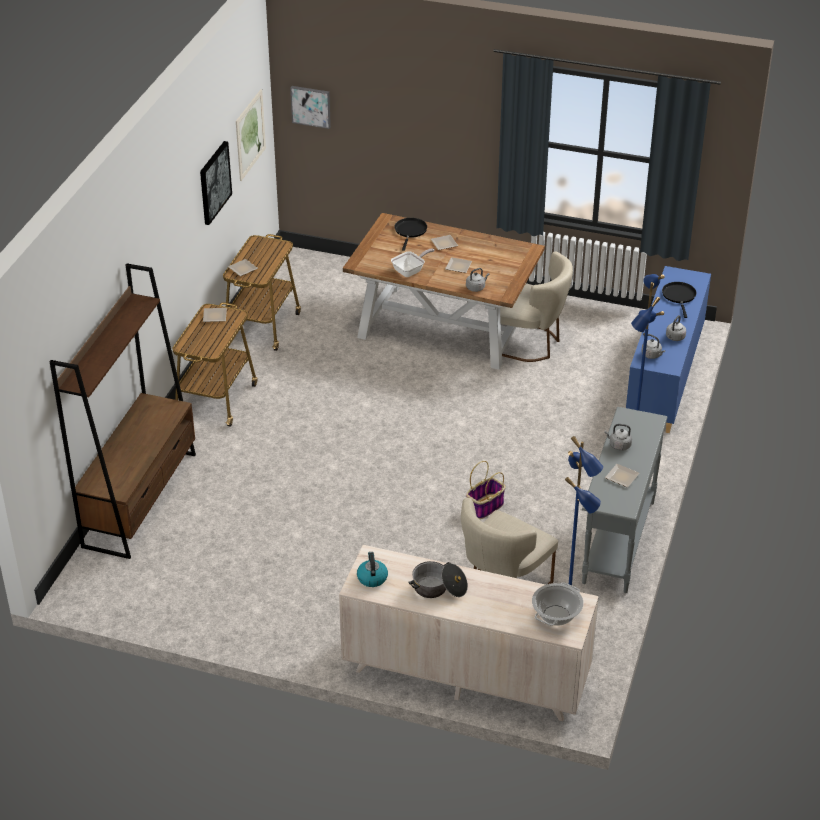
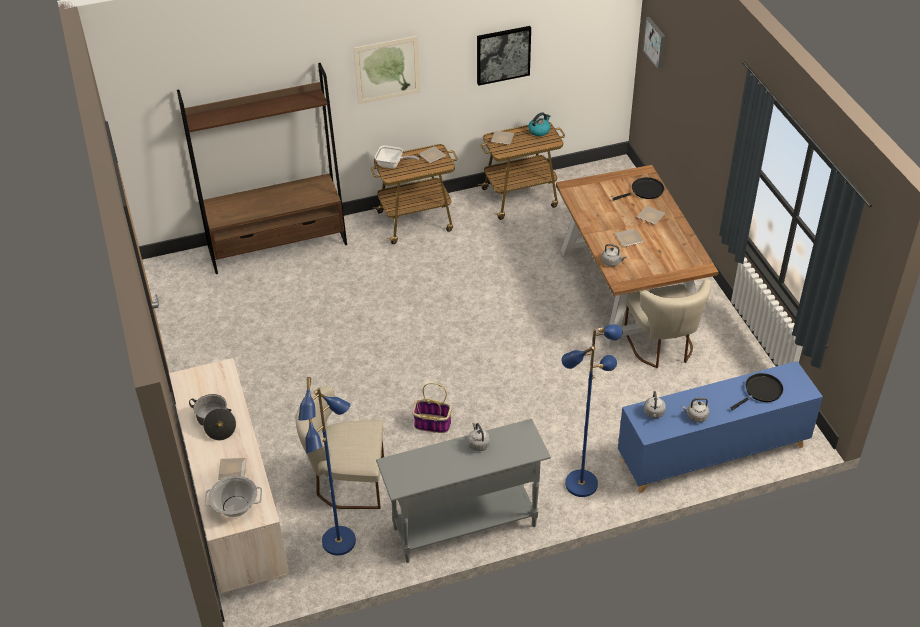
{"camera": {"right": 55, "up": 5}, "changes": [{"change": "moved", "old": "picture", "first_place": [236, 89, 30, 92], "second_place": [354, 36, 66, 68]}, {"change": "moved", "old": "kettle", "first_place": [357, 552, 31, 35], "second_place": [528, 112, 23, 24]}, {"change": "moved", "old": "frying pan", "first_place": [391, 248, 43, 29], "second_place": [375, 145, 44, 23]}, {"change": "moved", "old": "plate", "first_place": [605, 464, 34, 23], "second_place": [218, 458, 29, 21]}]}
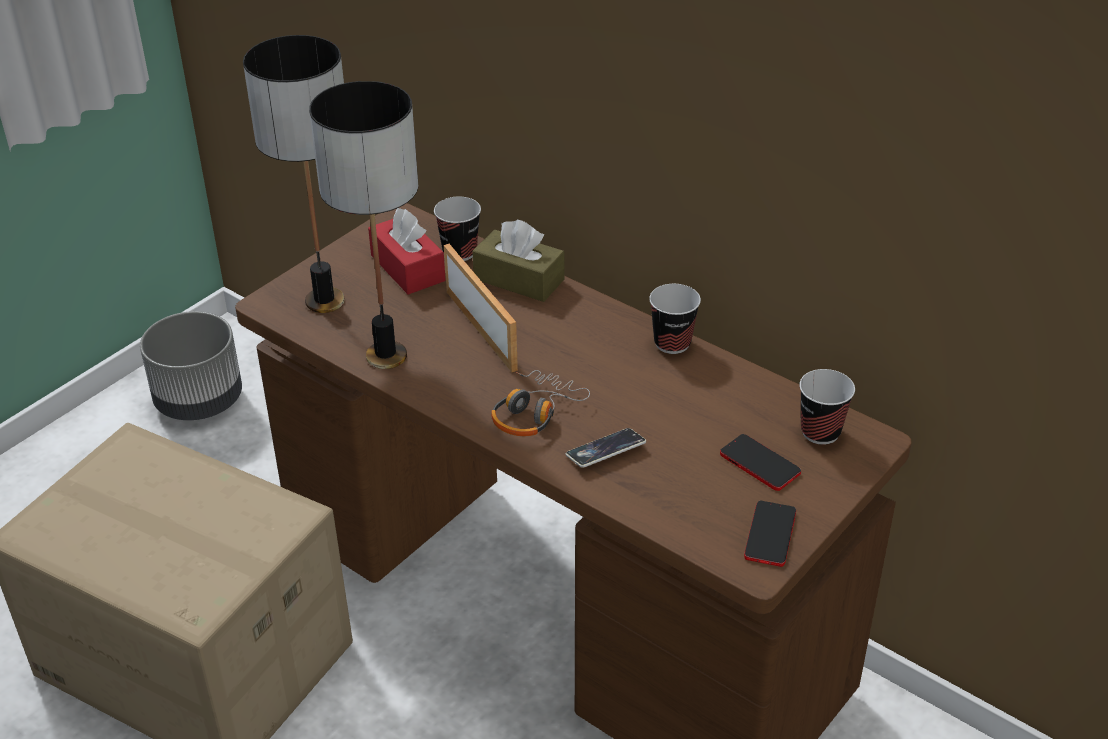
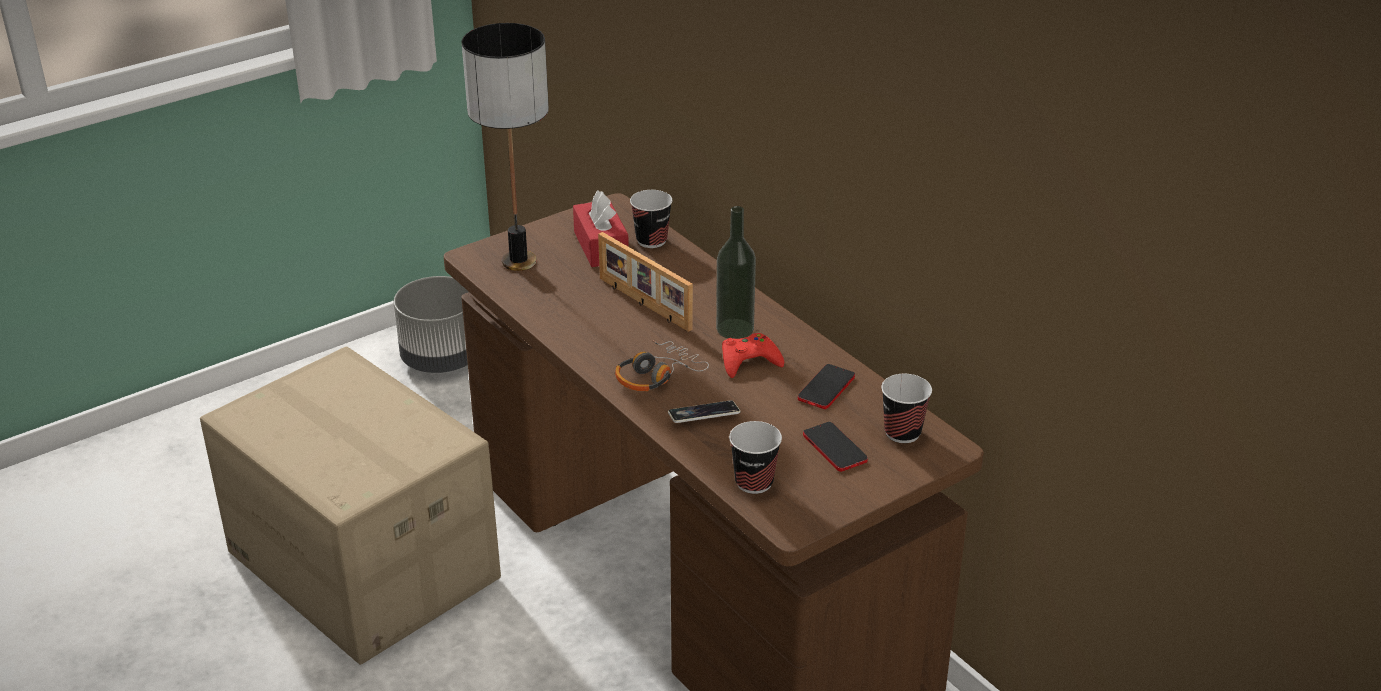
{"camera": {"right": 15, "up": -5}, "changes": [{"change": "removed", "old": "table lamp", "first_place": [309, 81, 109, 288]}, {"change": "removed", "old": "brown tissue box", "first_place": [472, 220, 92, 82]}, {"change": "added", "new": "bottle", "second_place": [716, 206, 40, 133]}, {"change": "added", "new": "red game controller", "second_place": [722, 333, 62, 45]}, {"change": "moved", "old": "cup", "first_place": [649, 284, 52, 70], "second_place": [729, 421, 53, 73]}, {"change": "moved", "old": "phone", "first_place": [744, 500, 52, 67], "second_place": [798, 364, 57, 45]}, {"change": "turned", "old": "picture frame", "first_place": [444, 244, 74, 128], "second_place": [598, 232, 95, 100], "degrees": 150}]}
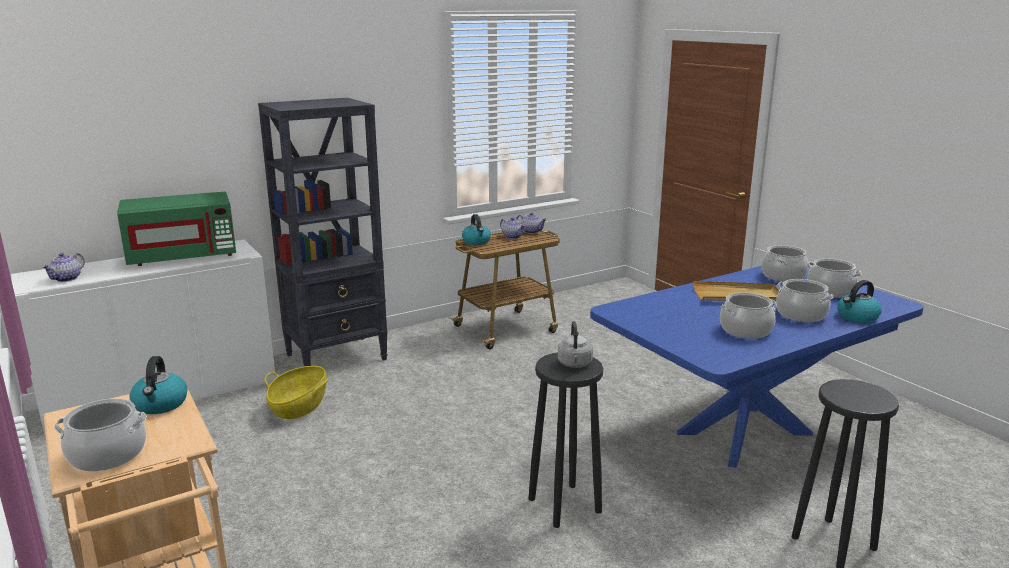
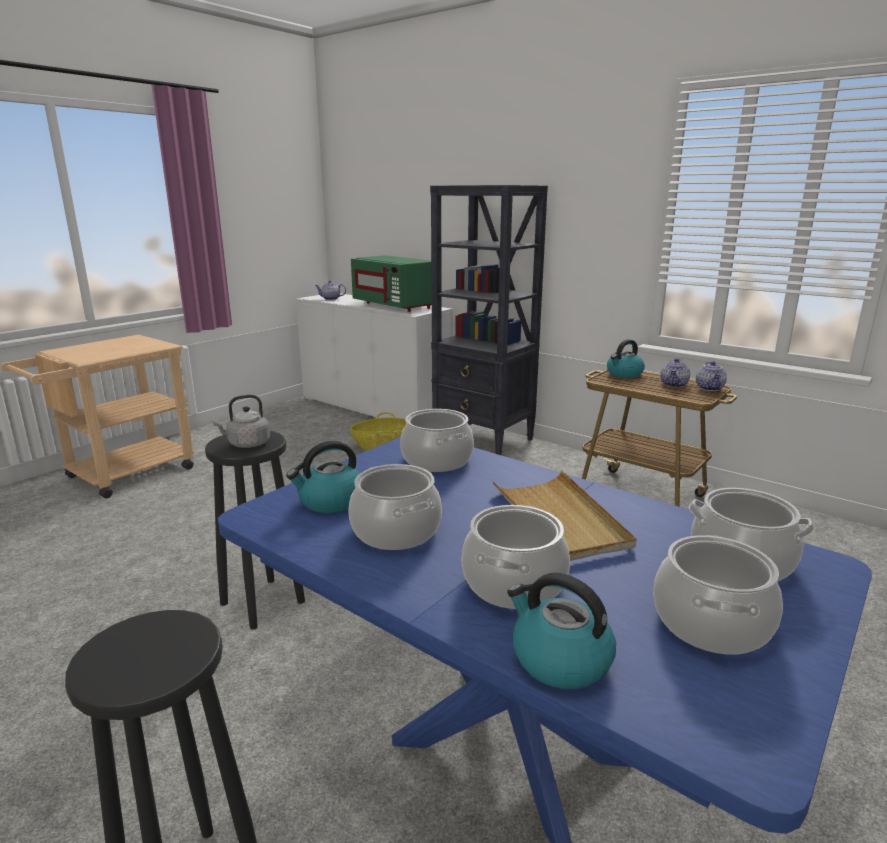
{"camera": {"right": 70, "up": 0}, "changes": [{"change": "moved", "old": "cooking pot", "first_place": [54, 398, 93, 74], "second_place": [400, 409, 74, 63]}, {"change": "moved", "old": "kettle", "first_place": [129, 356, 59, 58], "second_place": [287, 441, 73, 72]}]}
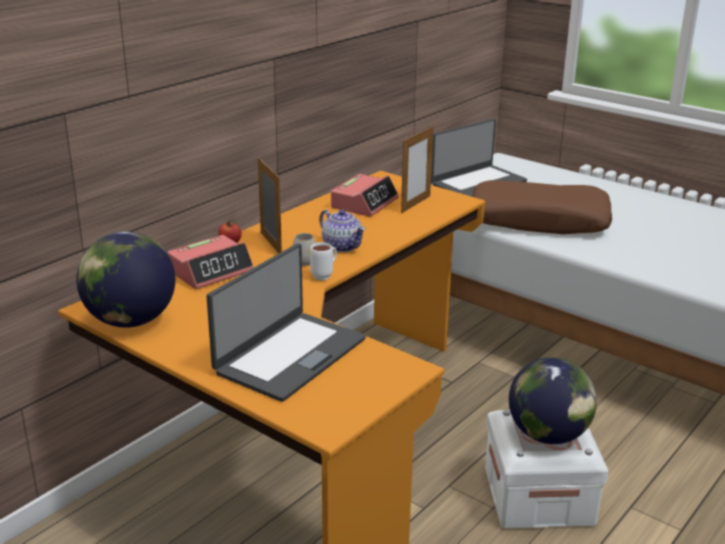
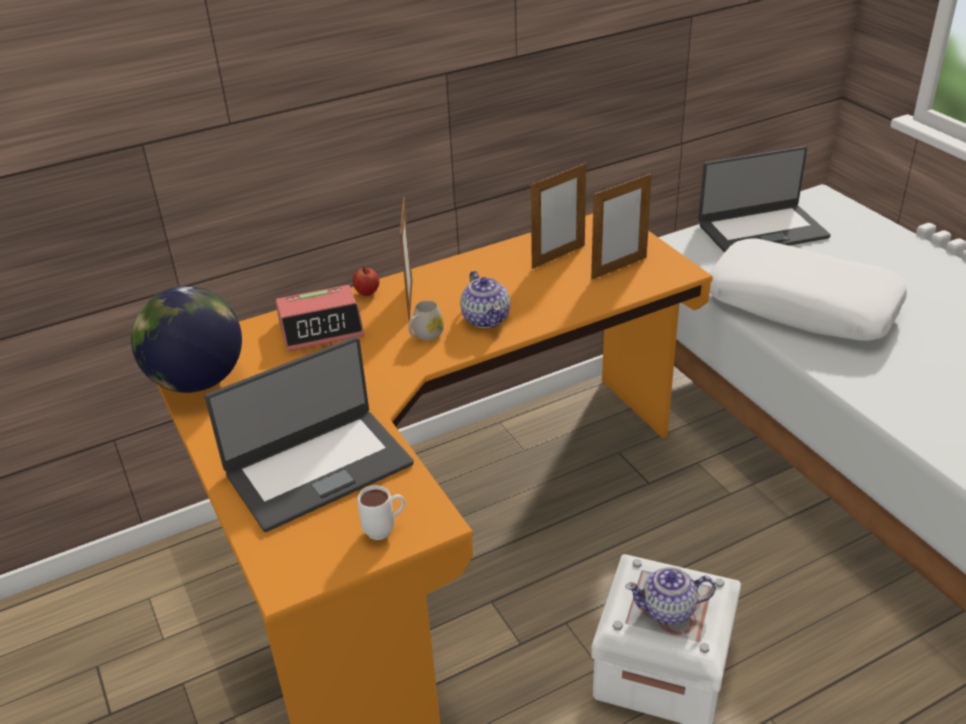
{"camera": {"right": 25, "up": 10}, "changes": [{"change": "moved", "old": "white mug", "first_place": [310, 242, 27, 39], "second_place": [357, 485, 48, 55]}, {"change": "replaced", "old": "alarm clock", "new": "picture frame", "first_place": [331, 174, 68, 43], "second_place": [531, 163, 56, 106]}, {"change": "replaced", "old": "globe", "new": "teapot", "first_place": [509, 357, 88, 87], "second_place": [625, 567, 91, 57]}, {"change": "recoloured", "old": "brown pillow", "new": "white pillow", "first_place": [472, 180, 140, 54], "second_place": [710, 238, 197, 103]}]}
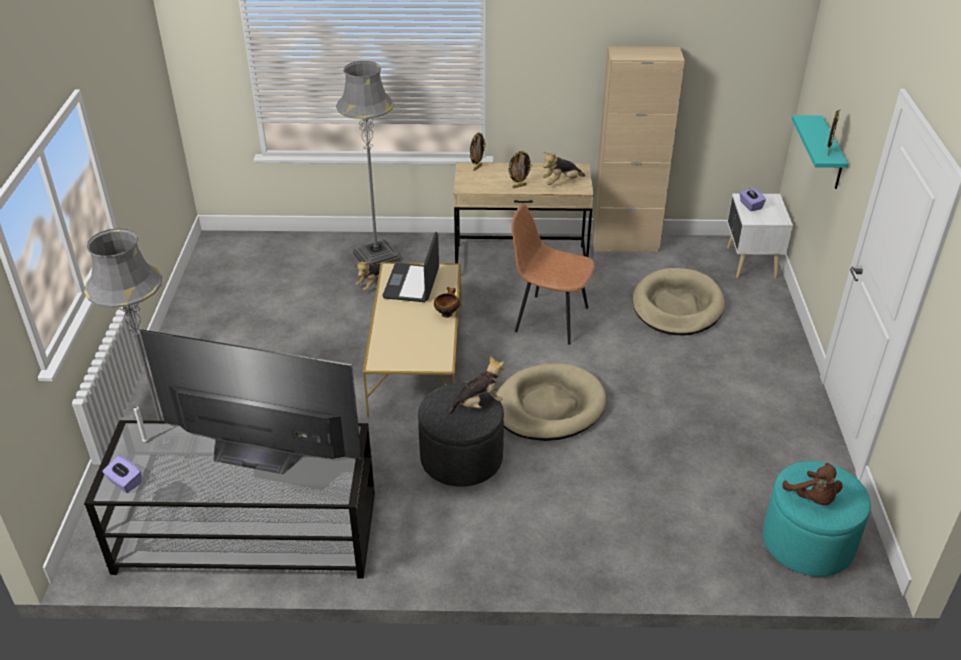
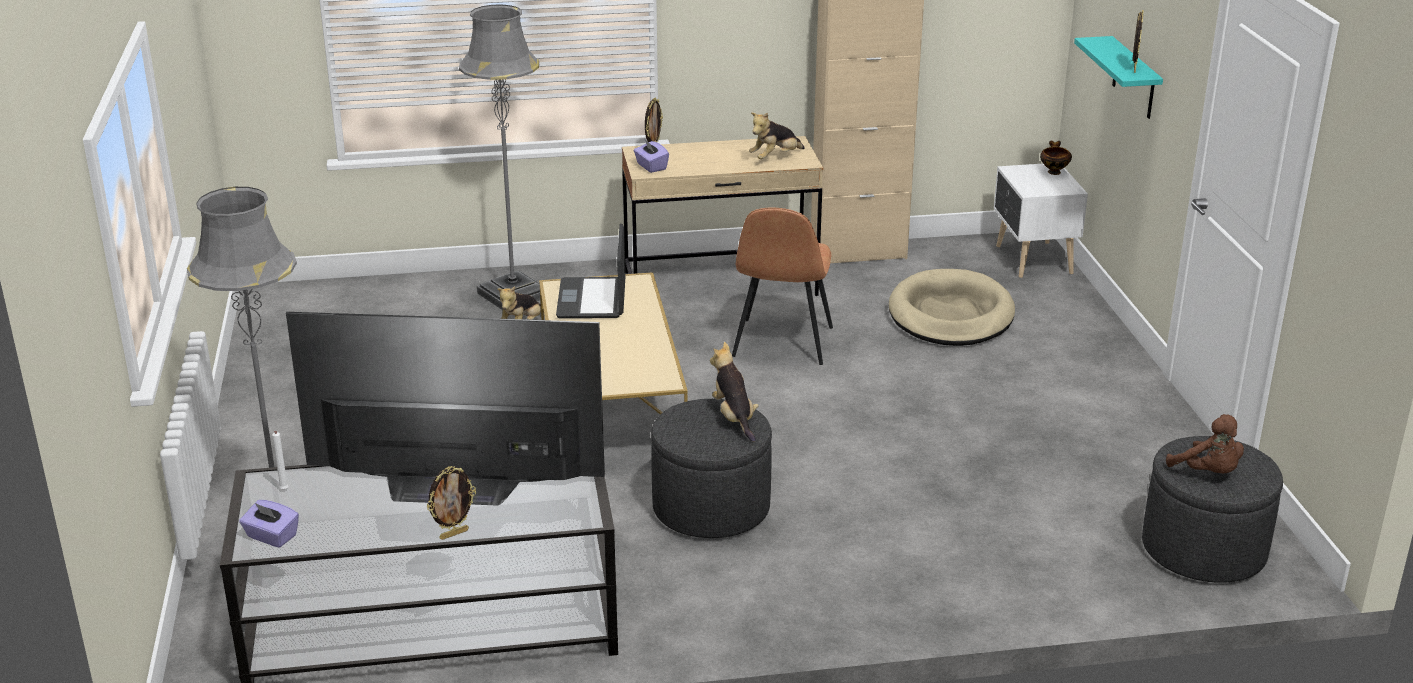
{"camera": {"right": -10, "up": -10}, "changes": [{"change": "removed", "old": "beige dog bed", "first_place": [496, 363, 110, 78]}, {"change": "moved", "old": "bowl", "first_place": [434, 287, 26, 31], "second_place": [1040, 141, 32, 34]}, {"change": "moved", "old": "picture frame", "first_place": [508, 150, 24, 38], "second_place": [426, 466, 50, 74]}, {"change": "moved", "old": "purple tissue box", "first_place": [739, 187, 27, 24], "second_place": [634, 140, 35, 33]}, {"change": "recoloured", "old": "turquoise ottoman", "new": "grey ottoman", "first_place": [763, 461, 108, 115], "second_place": [1142, 436, 141, 147]}, {"change": "turned", "old": "plush toy", "first_place": [447, 356, 57, 59], "second_place": [710, 342, 49, 100], "degrees": -75}, {"change": "turned", "old": "brown chair", "first_place": [511, 203, 84, 142], "second_place": [732, 208, 101, 157], "degrees": -90}]}
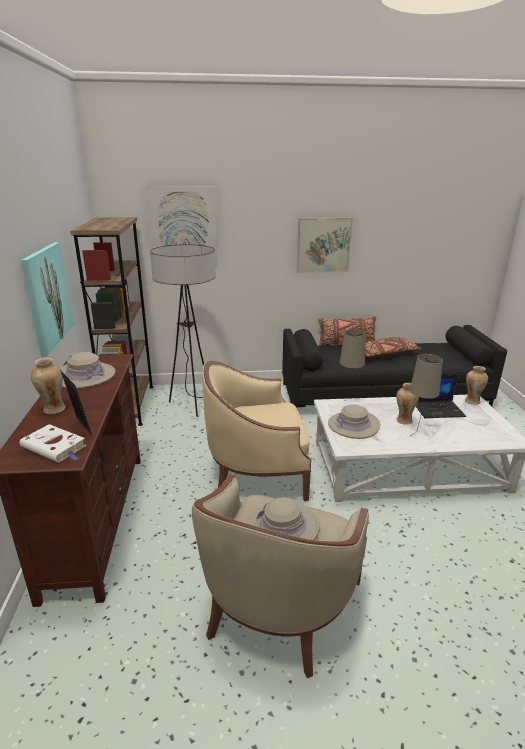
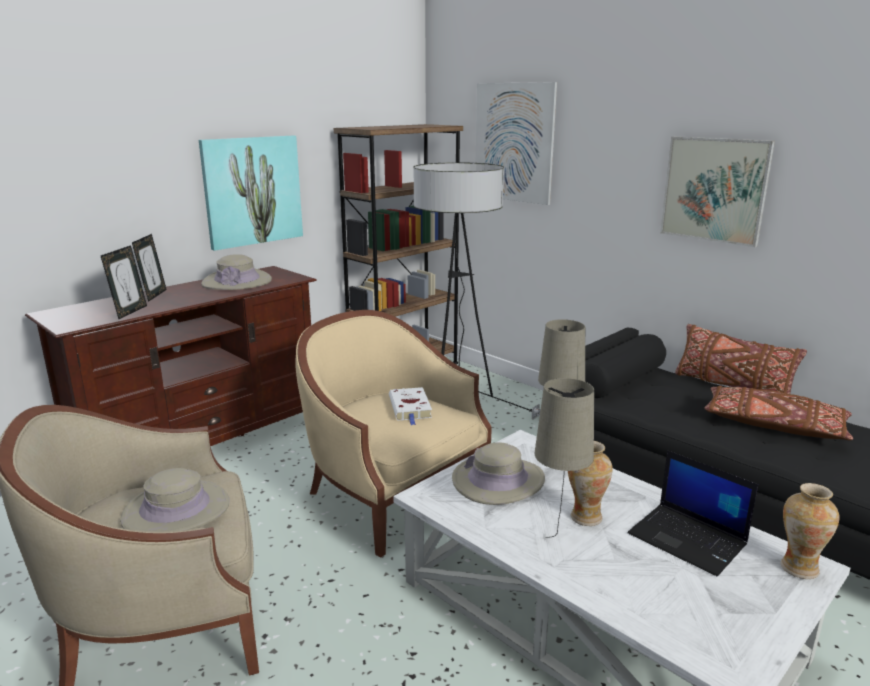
{"camera": {"right": 50, "up": -5}, "changes": [{"change": "moved", "old": "white book", "first_place": [20, 424, 66, 39], "second_place": [389, 387, 43, 38]}, {"change": "replaced", "old": "vase", "new": "picture frame", "first_place": [31, 358, 35, 56], "second_place": [132, 234, 35, 68]}]}
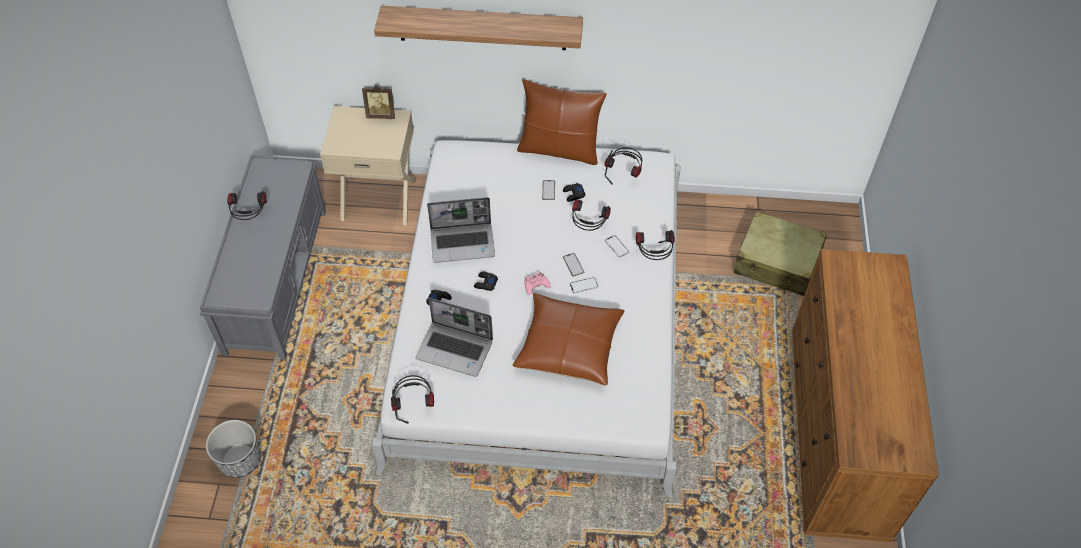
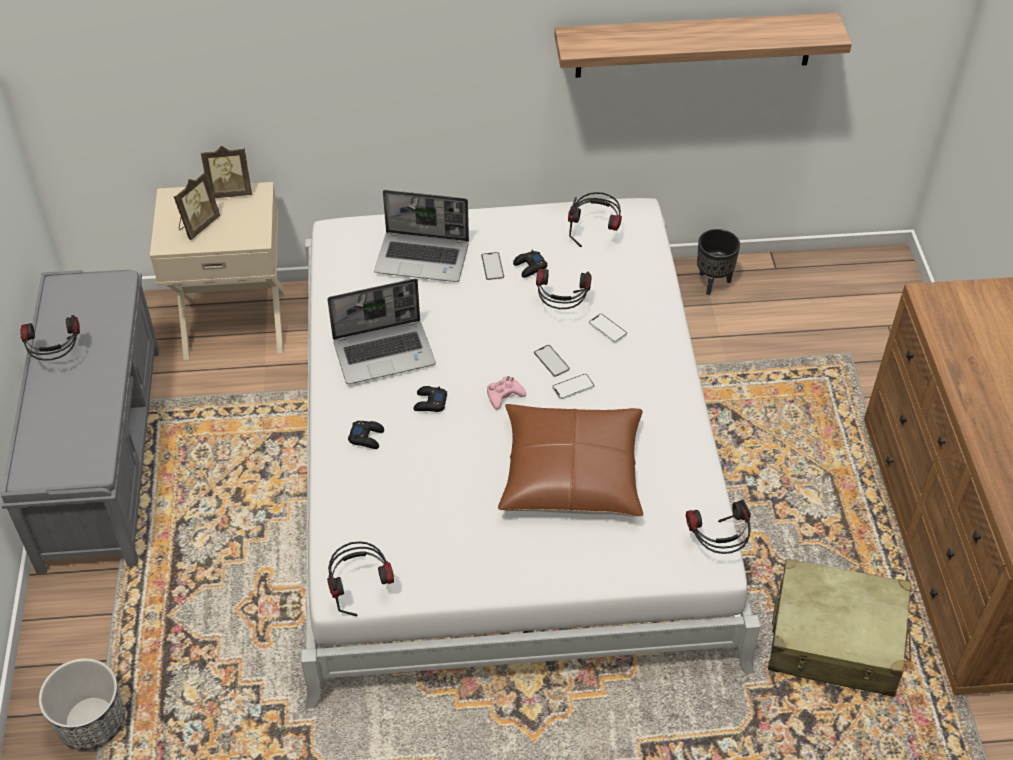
{"camera": {"right": -10, "up": -5}, "changes": [{"change": "removed", "old": "brown pillow", "first_place": [517, 79, 90, 86]}, {"change": "added", "new": "picture frame", "second_place": [174, 172, 46, 68]}, {"change": "added", "new": "black planter", "second_place": [697, 229, 43, 66]}, {"change": "moved", "old": "shelf", "first_place": [374, 5, 209, 45], "second_place": [555, 13, 297, 65]}, {"change": "moved", "old": "laptop", "first_place": [415, 298, 78, 79], "second_place": [374, 190, 95, 92]}, {"change": "moved", "old": "headphones", "first_place": [636, 230, 39, 30], "second_place": [686, 499, 65, 55]}, {"change": "moved", "old": "beige suitcase", "first_place": [734, 211, 93, 85], "second_place": [768, 559, 143, 138]}]}
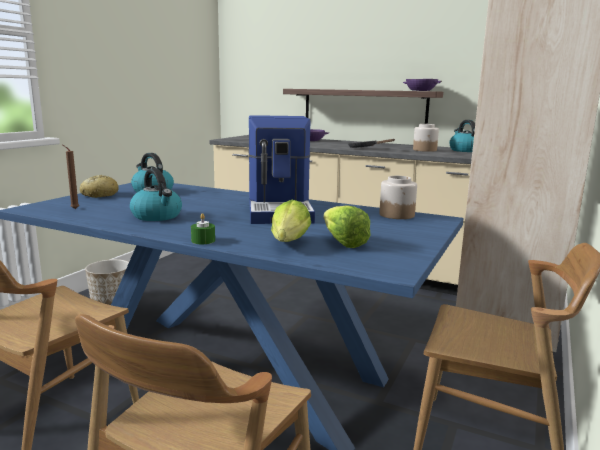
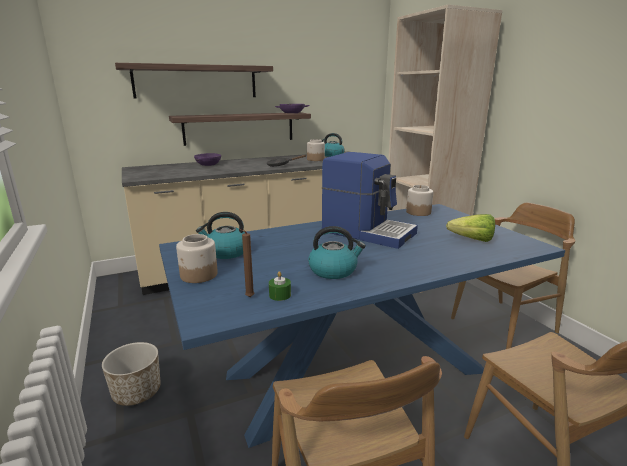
{"camera": {"right": -50, "up": 5}, "changes": [{"change": "removed", "old": "lettuce", "first_place": [271, 200, 40, 42]}, {"change": "added", "new": "shelf", "second_place": [115, 63, 158, 36]}, {"change": "moved", "old": "green candle", "first_place": [191, 213, 24, 31], "second_place": [269, 271, 22, 30]}, {"change": "replaced", "old": "bread", "new": "jar", "first_place": [80, 175, 39, 23], "second_place": [176, 234, 42, 49]}]}
